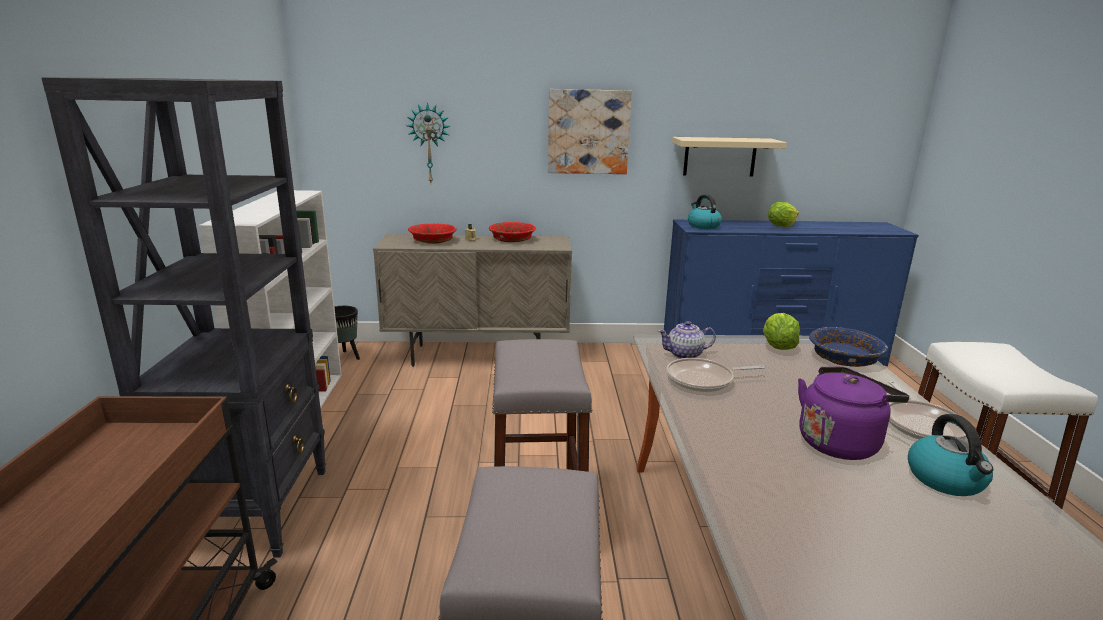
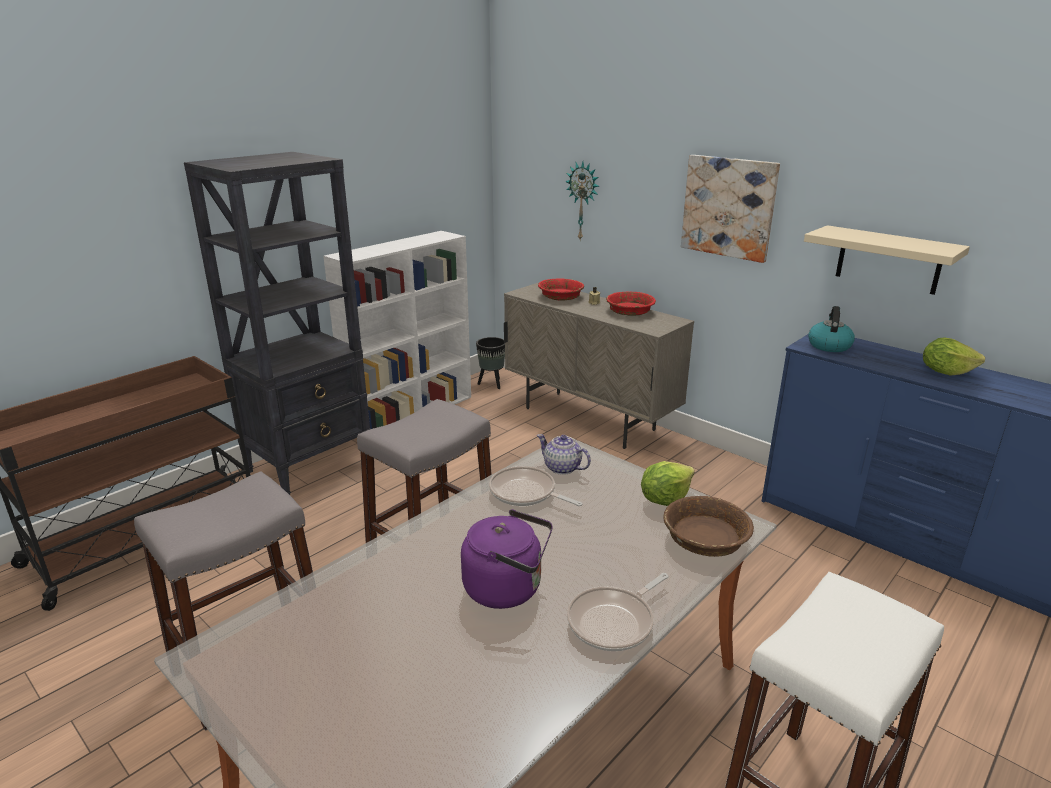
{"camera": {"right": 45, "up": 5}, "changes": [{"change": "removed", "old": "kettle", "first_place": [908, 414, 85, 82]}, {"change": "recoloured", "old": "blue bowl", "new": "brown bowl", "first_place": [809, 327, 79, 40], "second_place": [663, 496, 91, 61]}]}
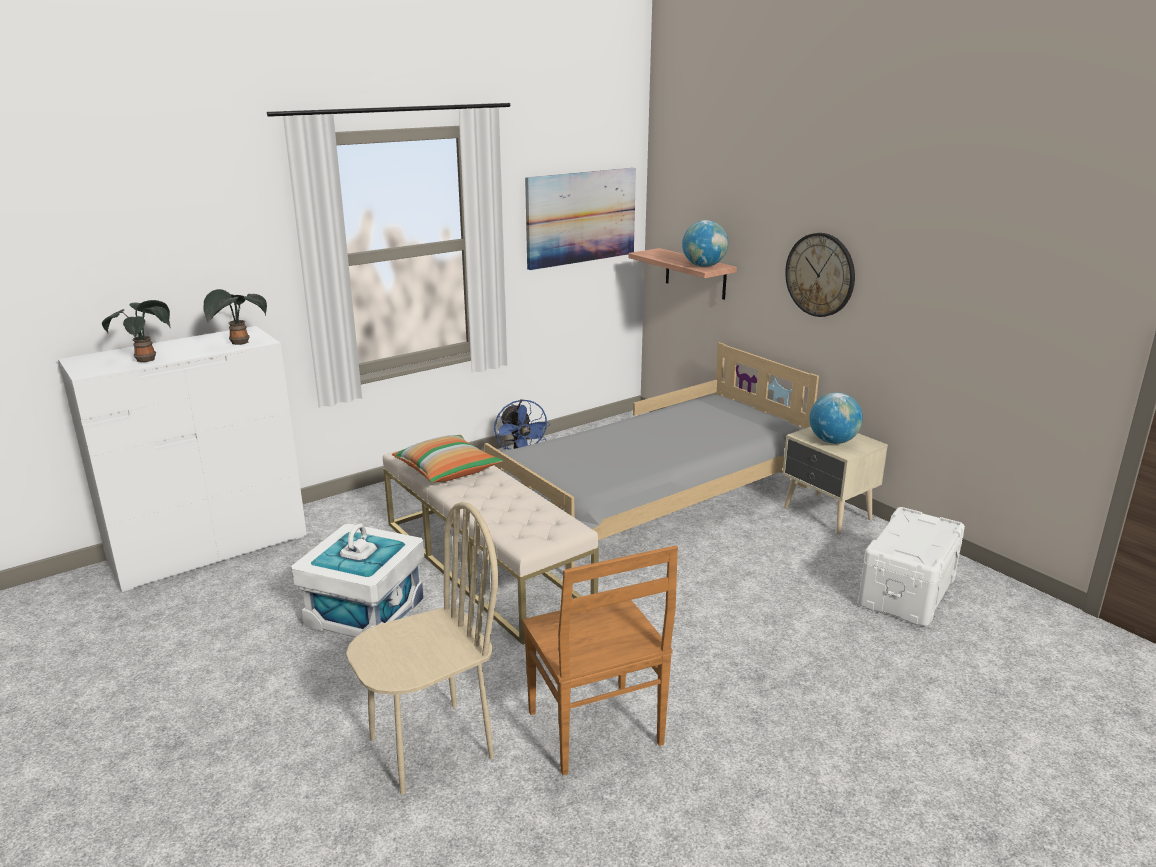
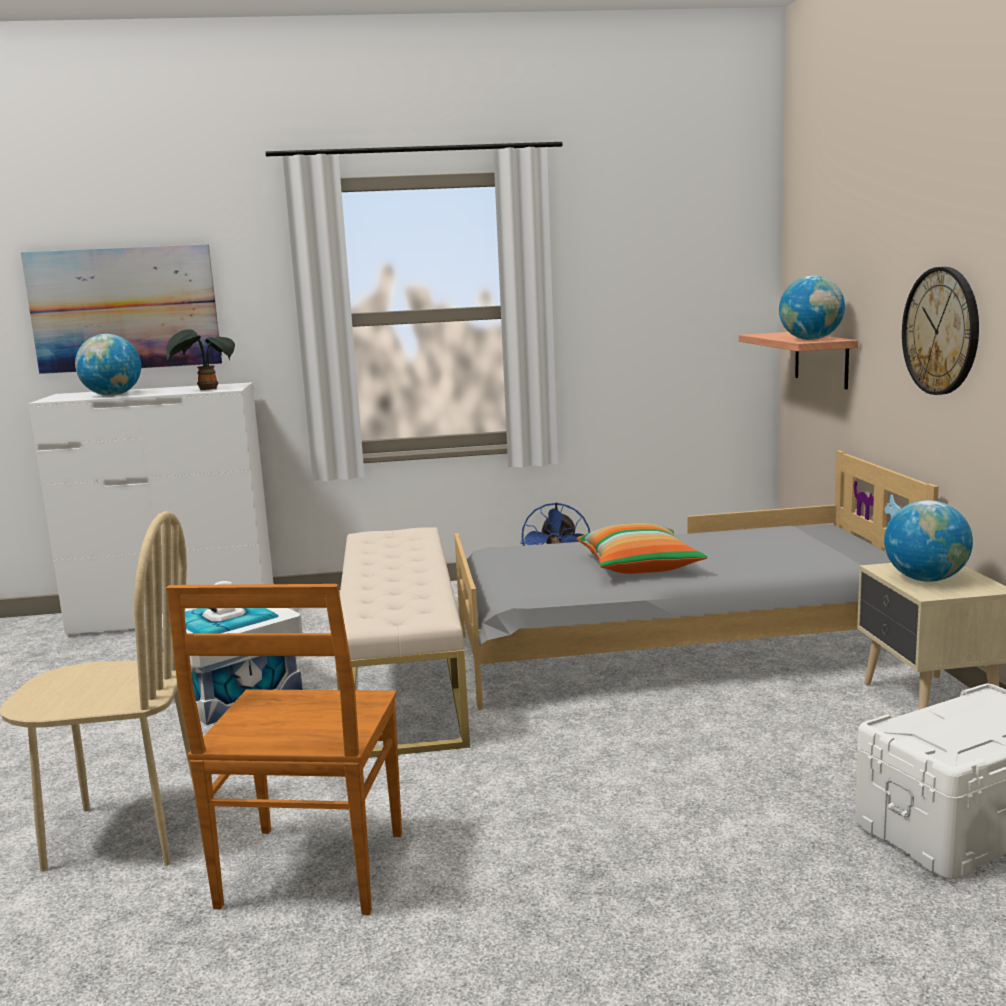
{"camera": {"right": 30, "up": -10}, "changes": [{"change": "moved", "old": "pillow", "first_place": [392, 435, 111, 48], "second_place": [577, 523, 130, 51]}, {"change": "moved", "old": "picture", "first_place": [525, 168, 111, 102], "second_place": [21, 244, 201, 130]}, {"change": "replaced", "old": "potted plant", "new": "globe", "first_place": [102, 300, 69, 62], "second_place": [75, 334, 66, 62]}]}
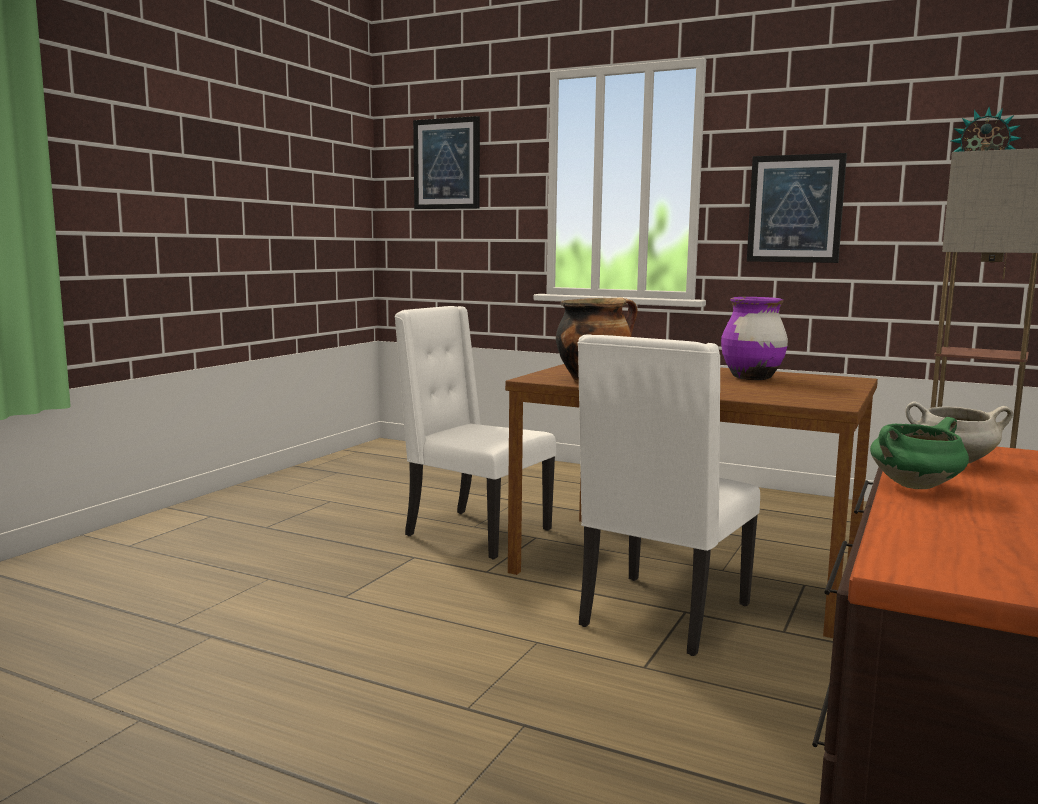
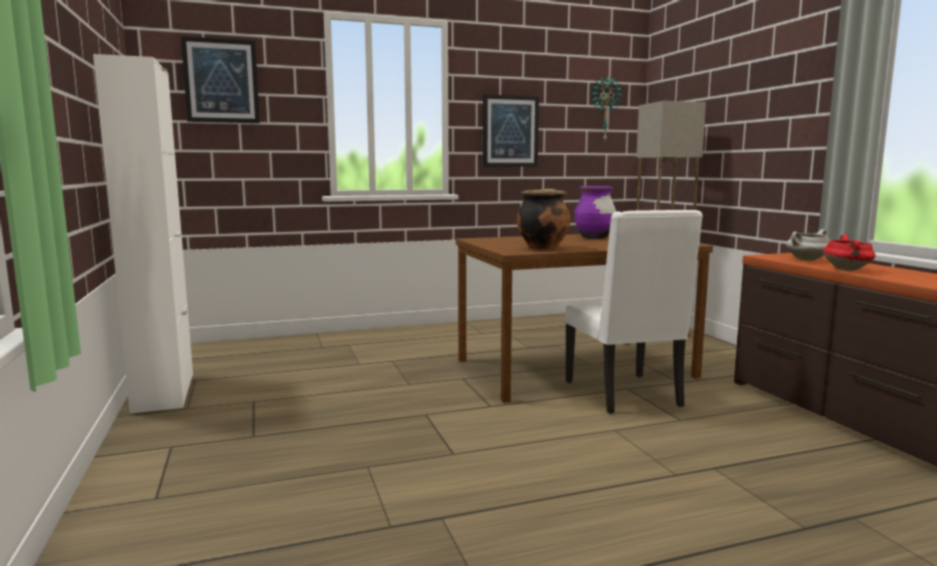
{"camera": {"right": -45, "up": 0}, "changes": [{"change": "removed", "old": "white chair", "first_place": [395, 306, 161, 253]}, {"change": "added", "new": "white cabinet", "second_place": [93, 54, 100, 360]}, {"change": "recoloured", "old": "green cooking pot", "new": "red cooking pot", "first_place": [870, 417, 99, 72], "second_place": [823, 234, 53, 37]}]}
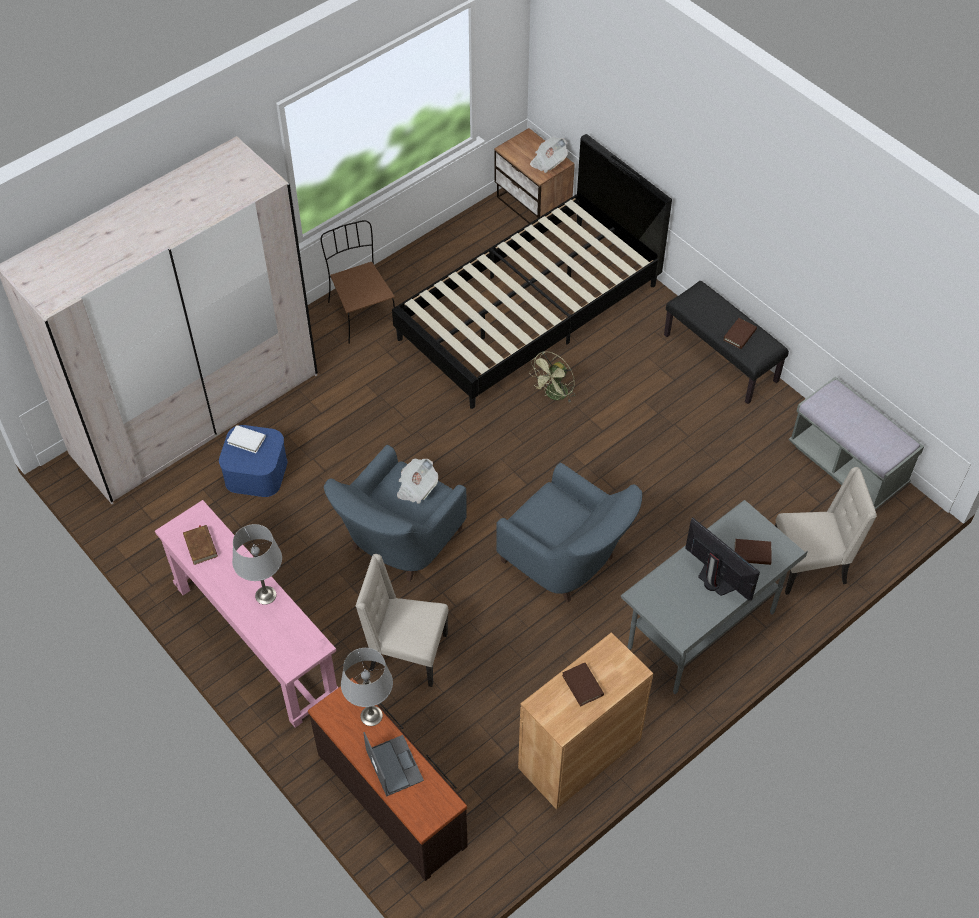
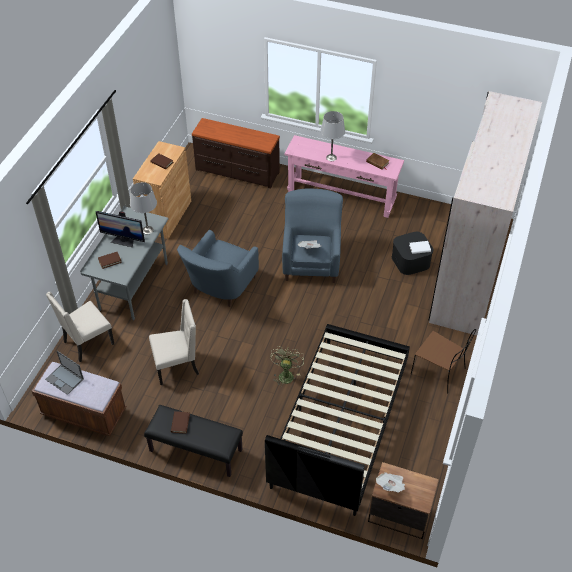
{"camera": {"right": 150, "up": -5}, "changes": [{"change": "moved", "old": "grey table lamp", "first_place": [341, 648, 52, 78], "second_place": [130, 182, 27, 52]}, {"change": "moved", "old": "beige chair", "first_place": [356, 554, 93, 133], "second_place": [149, 299, 50, 86]}, {"change": "moved", "old": "laptop", "first_place": [363, 732, 61, 65], "second_place": [45, 351, 39, 44]}, {"change": "recoloured", "old": "blue storage box", "new": "black storage box", "first_place": [219, 425, 68, 72], "second_place": [392, 232, 41, 43]}, {"change": "recoloured", "old": "grey bench", "new": "brown bench", "first_place": [789, 377, 135, 133], "second_place": [32, 362, 95, 74]}, {"change": "turned", "old": "blue armchair", "first_place": [496, 463, 146, 140], "second_place": [177, 230, 82, 77], "degrees": -75}]}
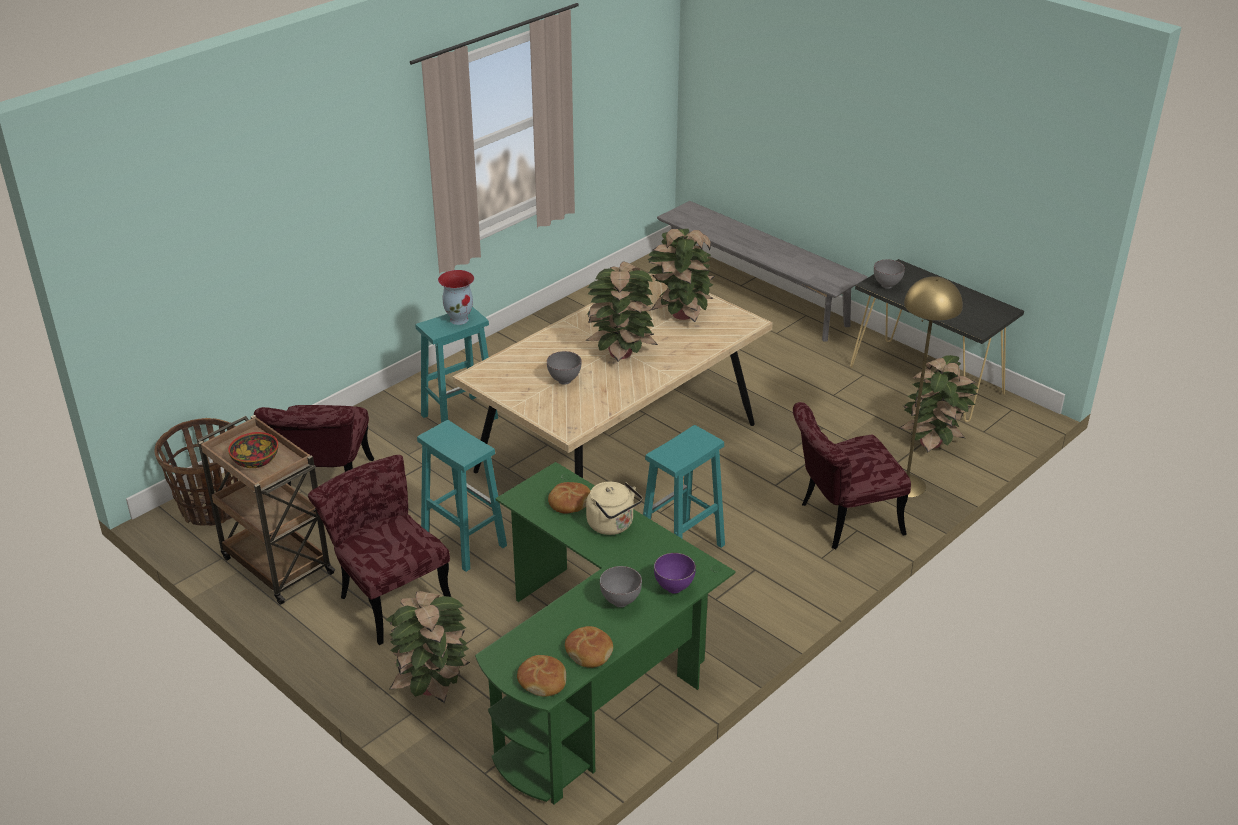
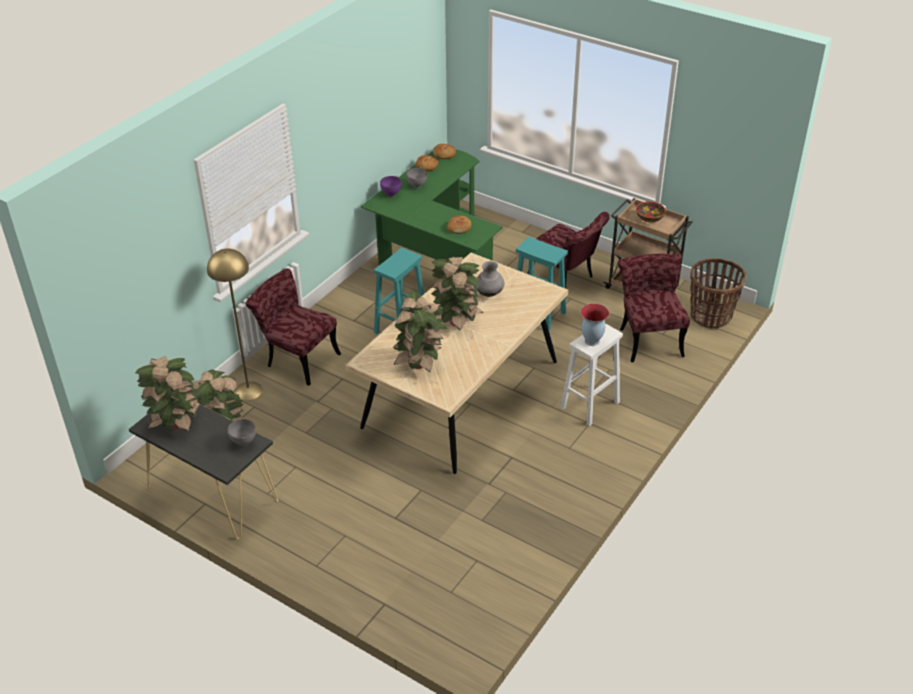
{"camera": {"right": 170, "up": 5}, "changes": [{"change": "removed", "old": "beige kettle", "first_place": [586, 481, 57, 54]}, {"change": "removed", "old": "grey bench", "first_place": [657, 201, 211, 141]}, {"change": "moved", "old": "potted plant", "first_place": [386, 591, 84, 112], "second_place": [135, 356, 67, 76]}, {"change": "replaced", "old": "grey bowl", "new": "grey vase", "first_place": [547, 351, 35, 34], "second_place": [477, 261, 28, 36]}, {"change": "recoloured", "old": "turquoise stool", "new": "white stool", "first_place": [415, 307, 83, 116], "second_place": [560, 323, 63, 103]}, {"change": "turned", "old": "red chair", "first_place": [793, 402, 118, 147], "second_place": [246, 268, 95, 118], "degrees": -120}]}
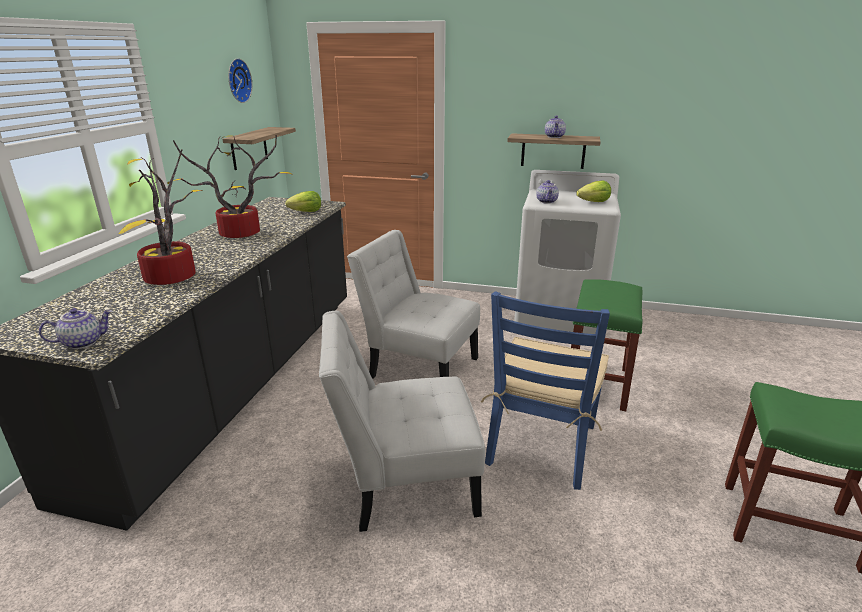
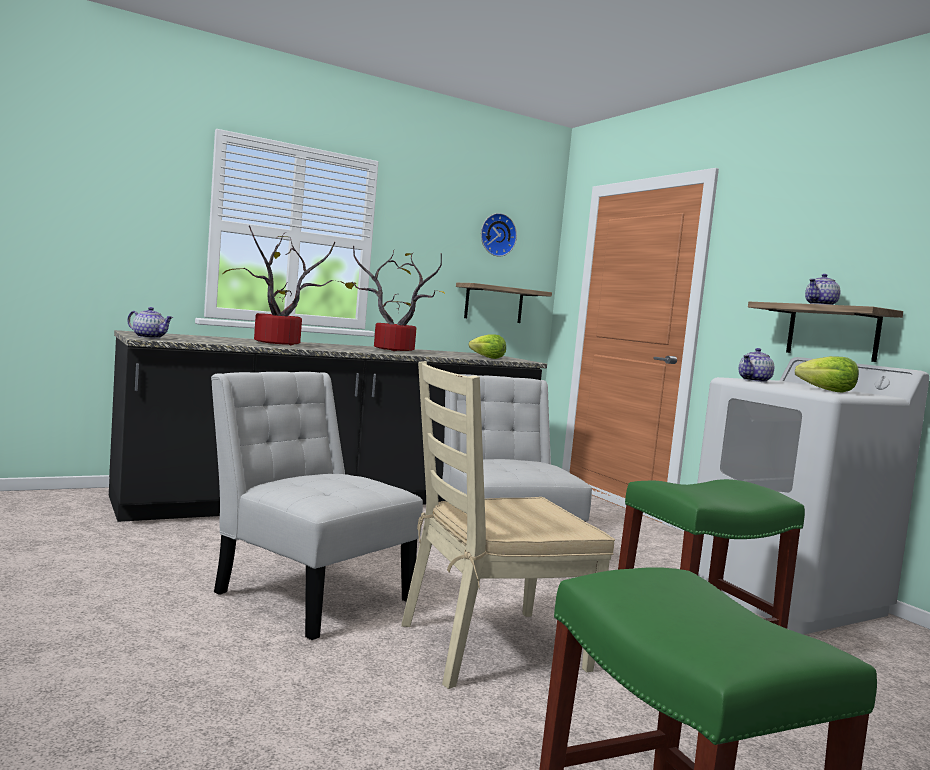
{"camera": {"right": 45, "up": -20}, "changes": [{"change": "recoloured", "old": "blue chair", "new": "beige chair", "first_place": [481, 291, 129, 199], "second_place": [401, 361, 214, 328]}]}
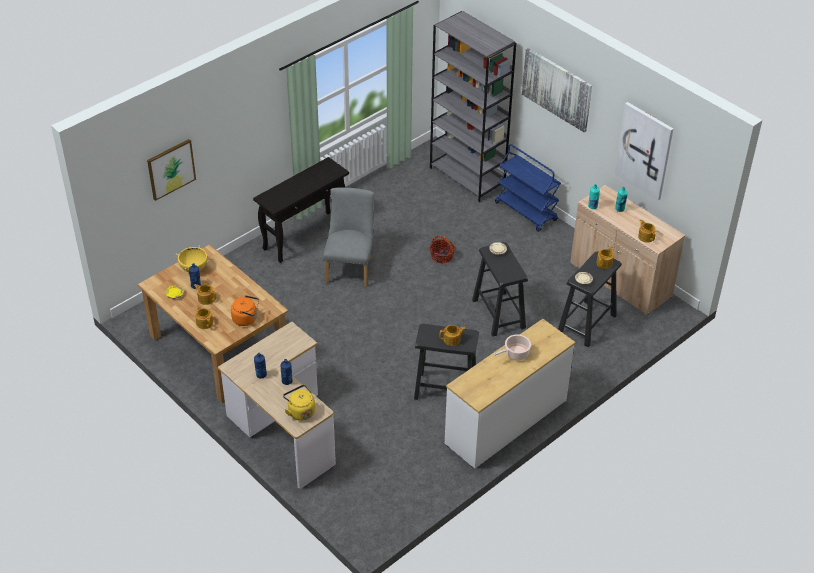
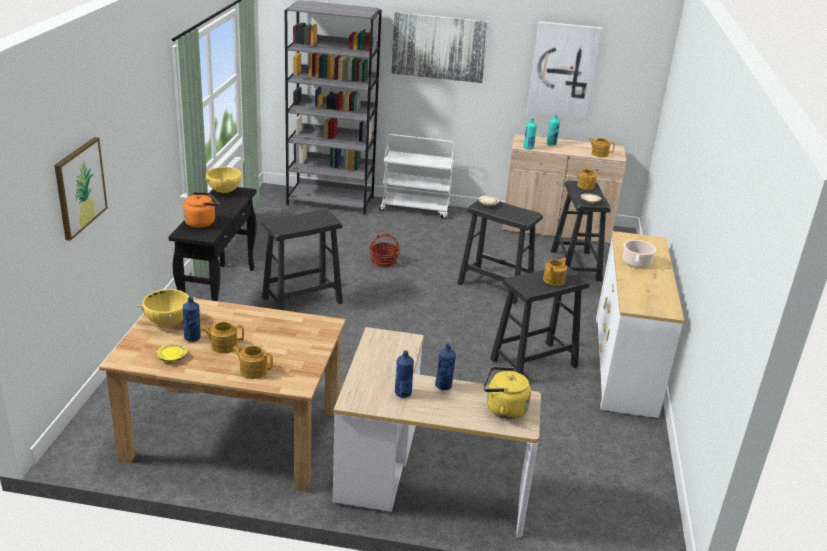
{"camera": {"right": -40, "up": -15}, "changes": [{"change": "added", "new": "yellow cooking pot", "second_place": [205, 167, 37, 26]}, {"change": "moved", "old": "orange kettle", "first_place": [231, 295, 28, 31], "second_place": [183, 192, 37, 36]}, {"change": "replaced", "old": "grey chair", "new": "black stool", "first_place": [323, 187, 51, 100], "second_place": [262, 209, 81, 101]}, {"change": "recoloured", "old": "blue cart", "new": "white cart", "first_place": [495, 144, 66, 88], "second_place": [379, 134, 75, 85]}]}
